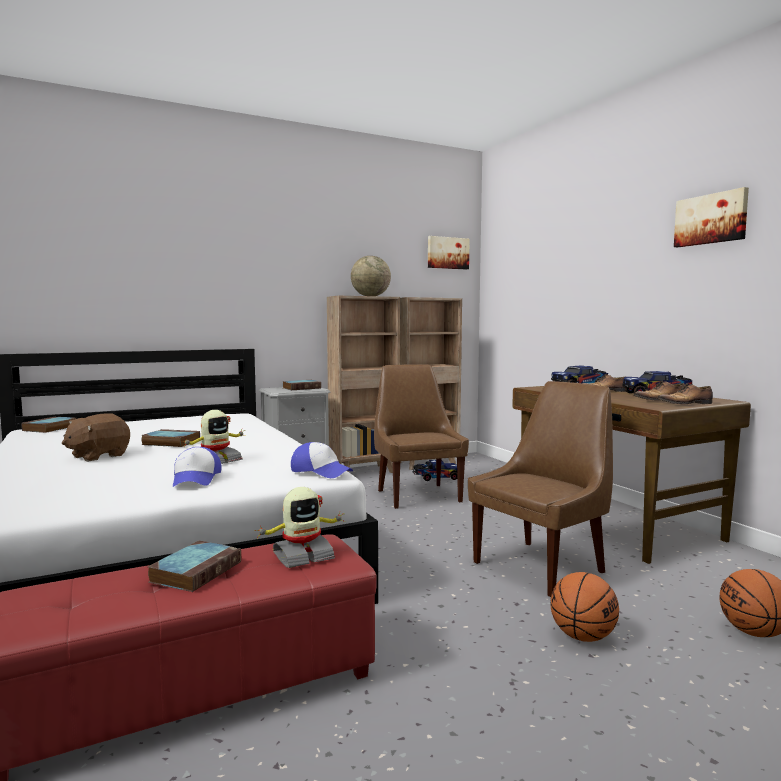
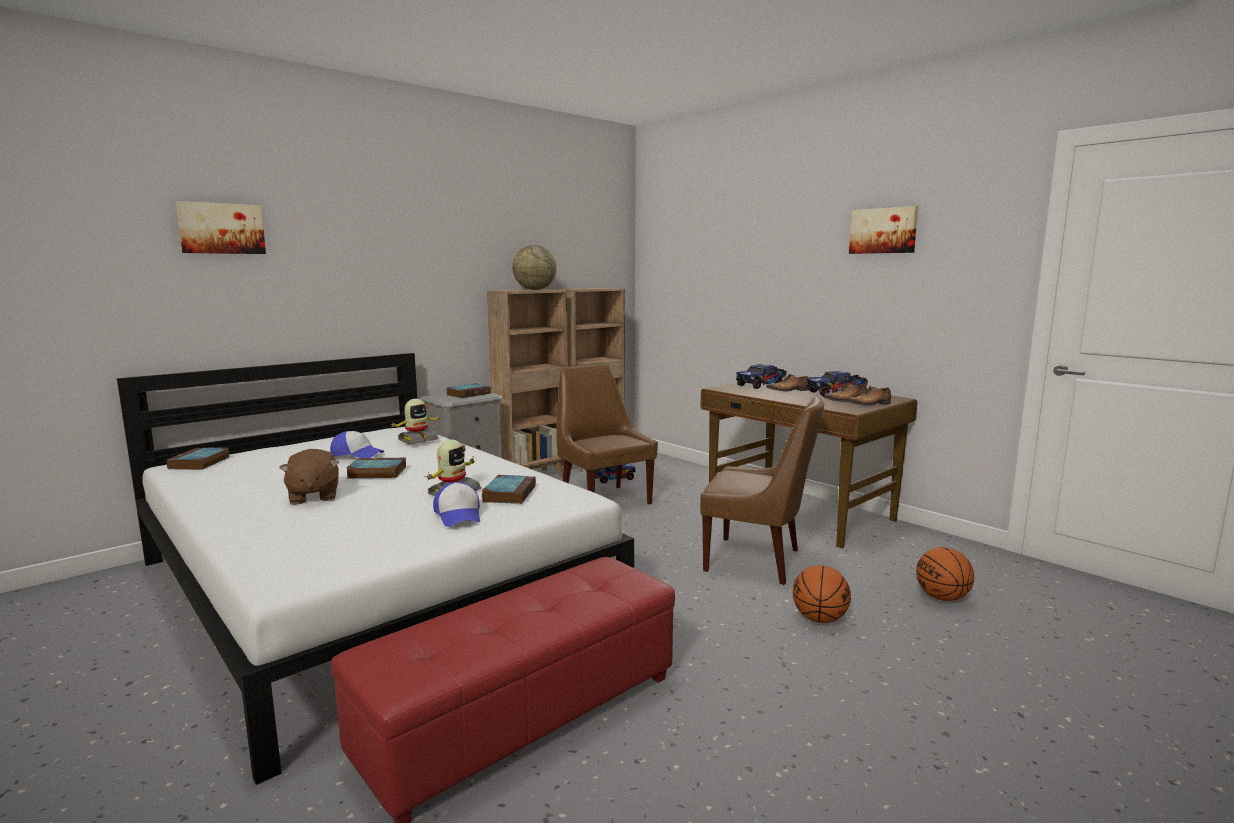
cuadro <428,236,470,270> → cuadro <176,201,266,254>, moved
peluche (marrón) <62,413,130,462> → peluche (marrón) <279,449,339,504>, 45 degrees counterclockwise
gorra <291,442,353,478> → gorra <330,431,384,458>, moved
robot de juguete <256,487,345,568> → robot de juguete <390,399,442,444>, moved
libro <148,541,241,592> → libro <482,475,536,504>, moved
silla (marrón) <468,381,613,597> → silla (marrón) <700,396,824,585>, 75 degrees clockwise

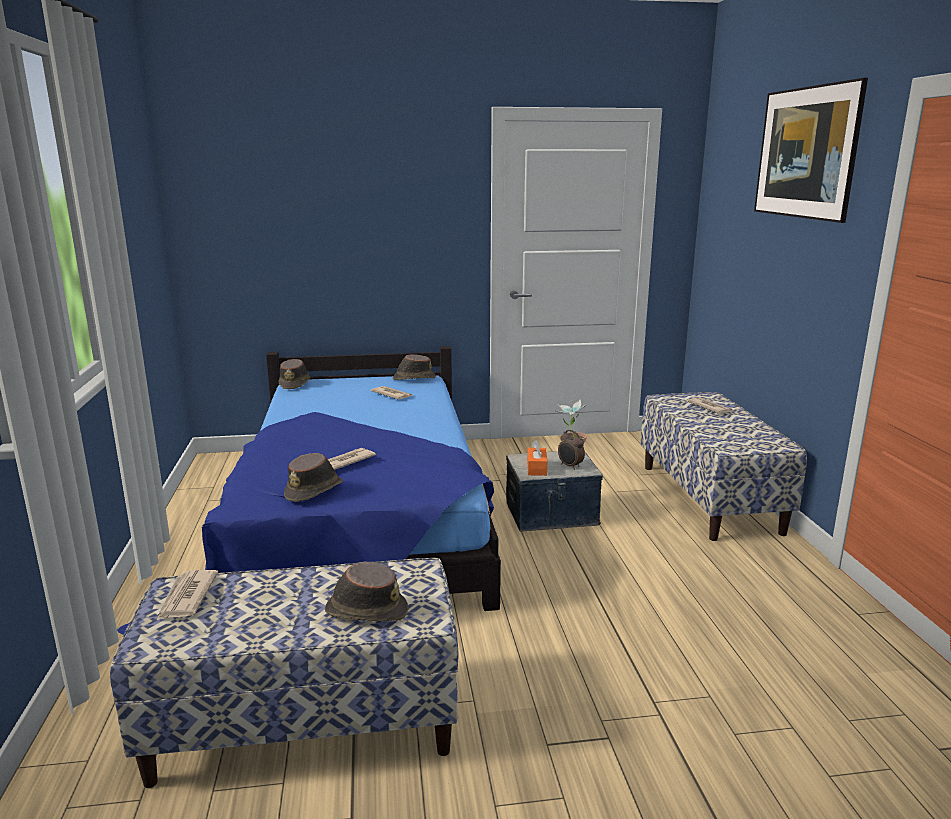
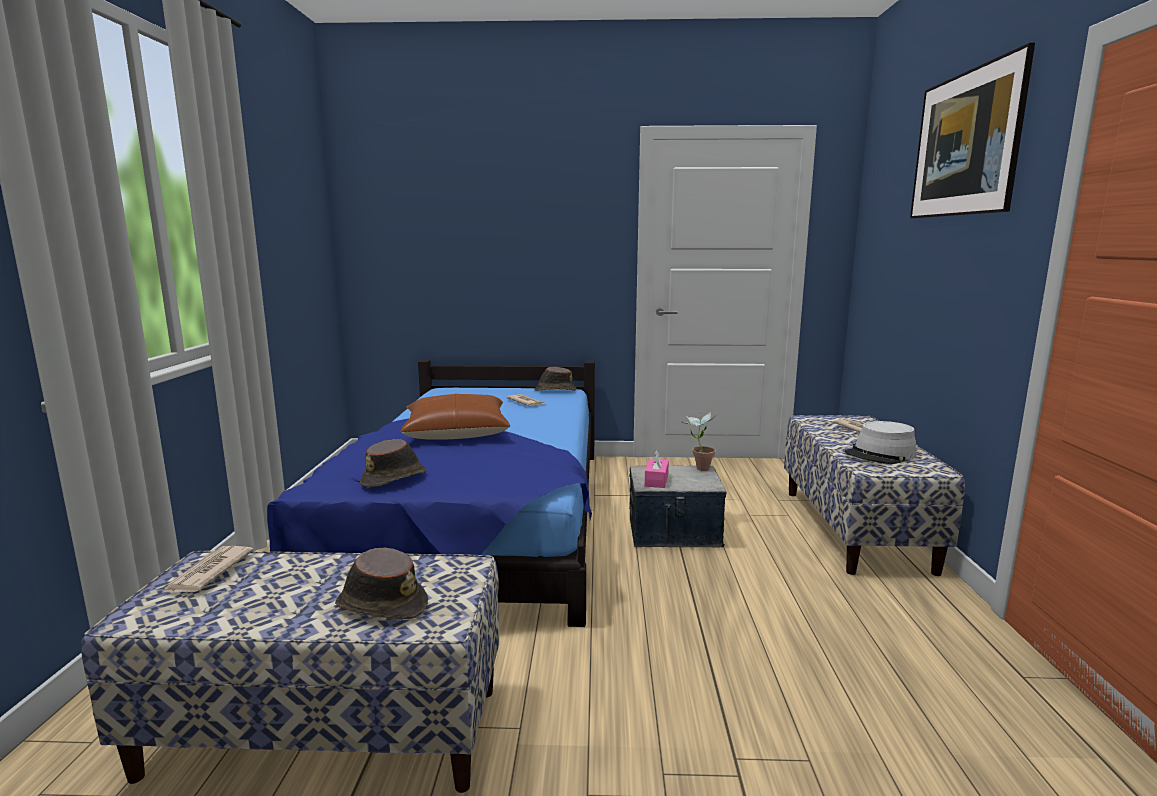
- → cojín (marrón) <400,394,510,440>
caja de pañuelos (naranja) <527,440,547,476> → caja de pañuelos (rosa) <645,450,669,488>
- → sombrero (gris) <845,421,917,464>
sombrero (marrón) <278,359,310,389> → -
periódico <328,448,376,470> → -
despertador <558,430,585,470> → -

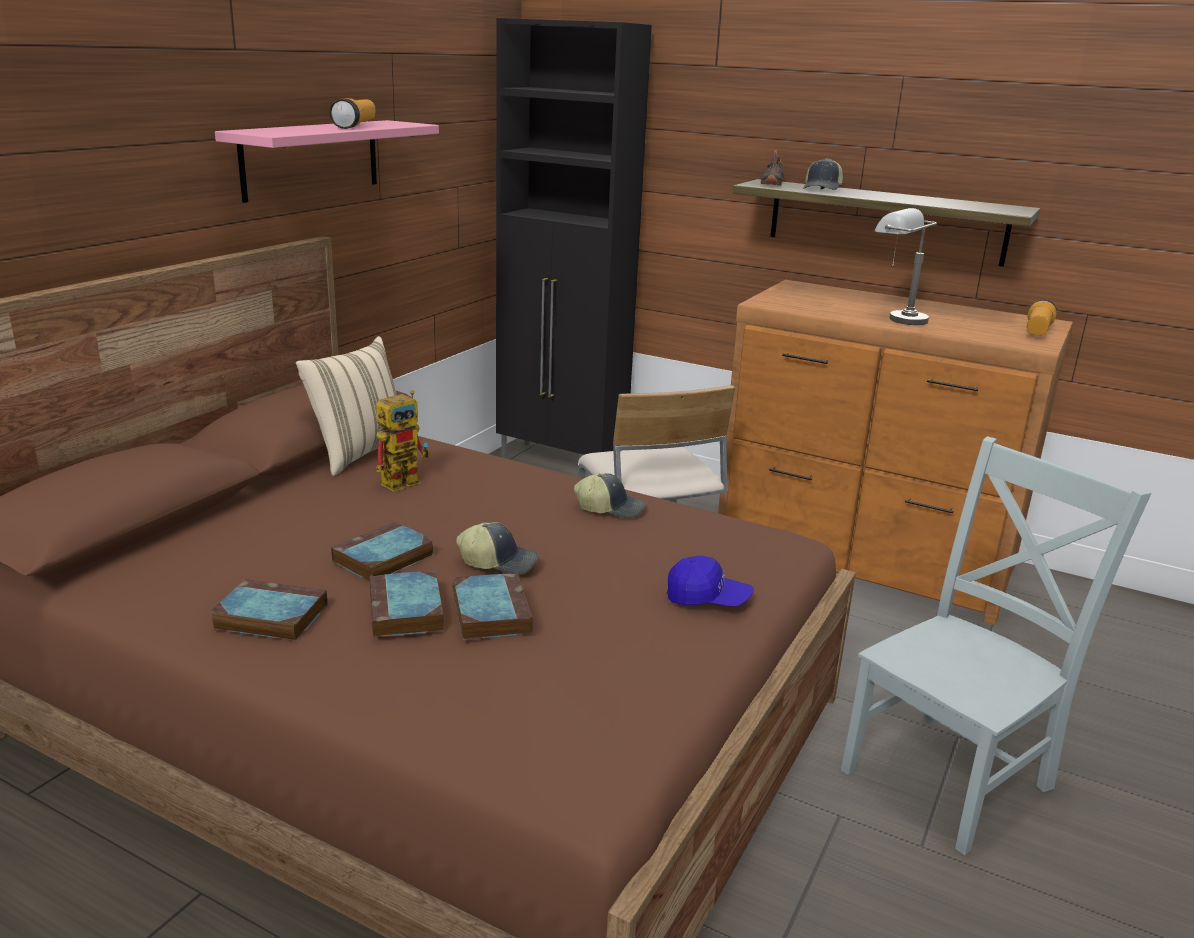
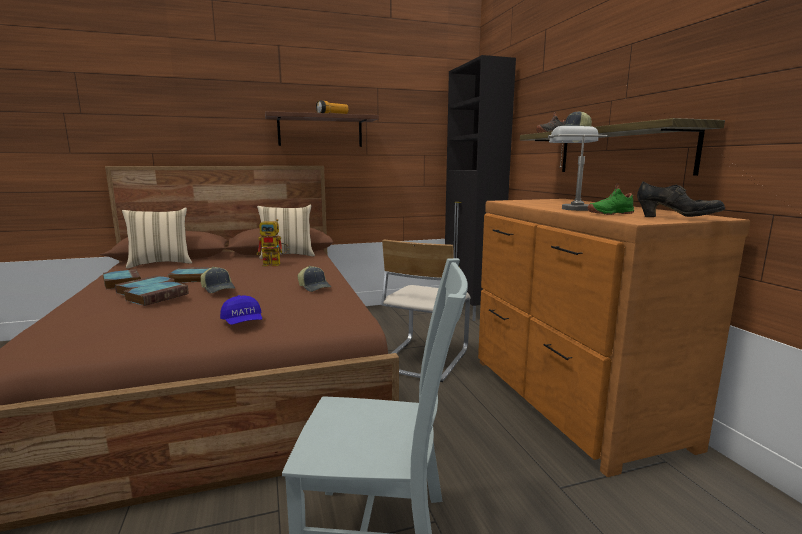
- → cojín (beis) <122,208,192,268>
estante (rosa) <215,120,439,203> → estante (marrón) <265,111,379,147>
- → zapato (verde) <587,183,635,215>
linterna <1027,299,1057,336> → zapato (negro) <637,182,725,217>

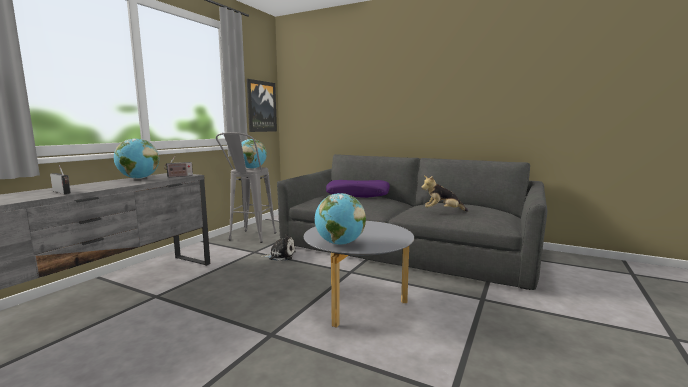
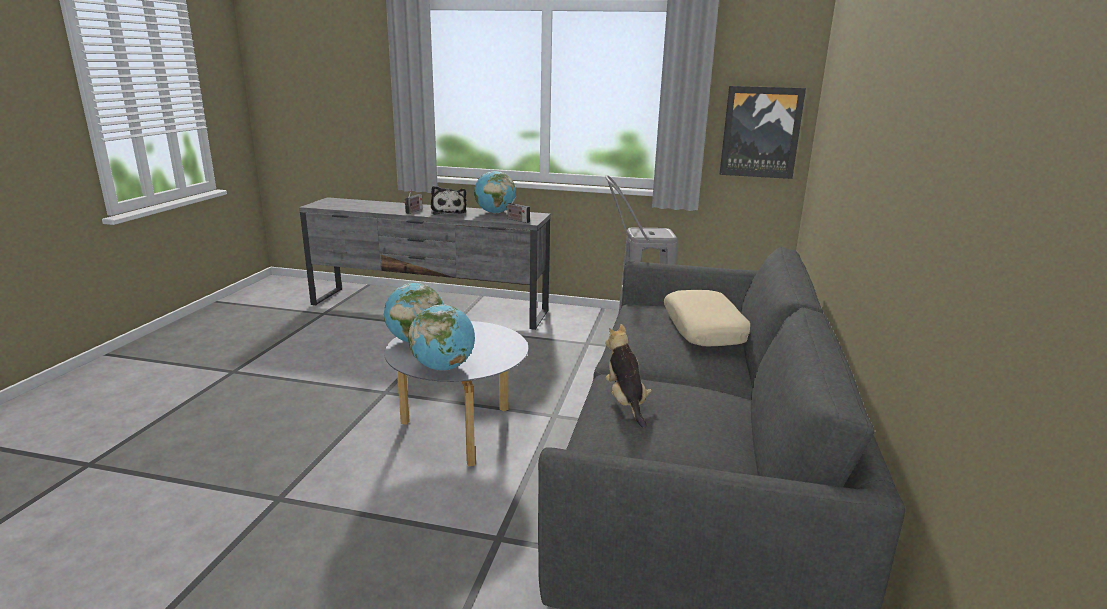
globo terráqueo <241,139,267,169> → globo terráqueo <408,305,475,371>, moved
peluche <260,234,296,261> → peluche <431,186,467,215>, moved
cojín (morado) <326,180,390,198> → cojín (beis) <664,290,750,346>

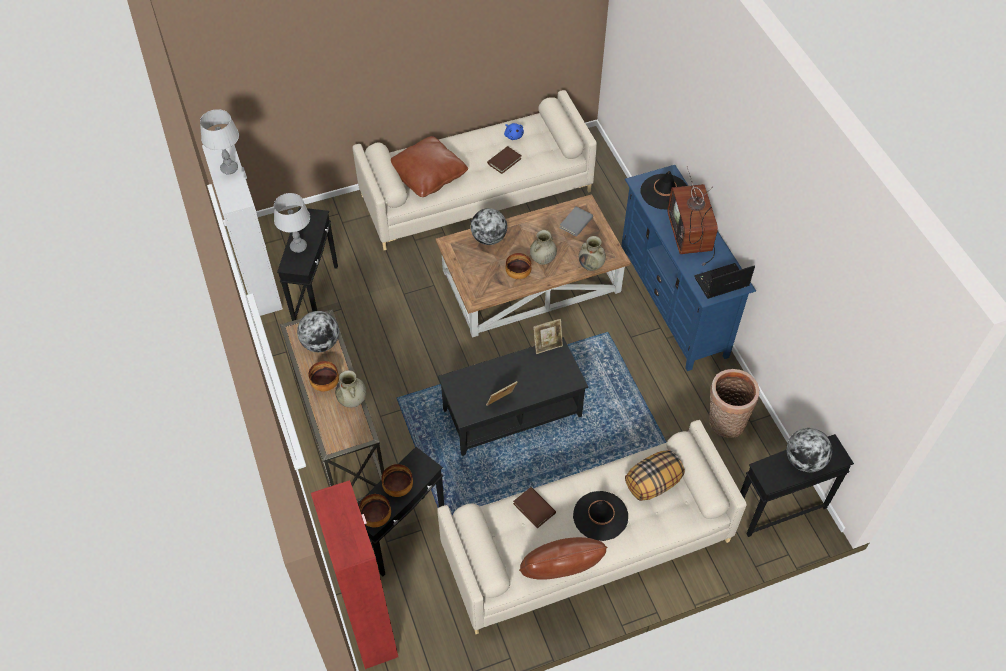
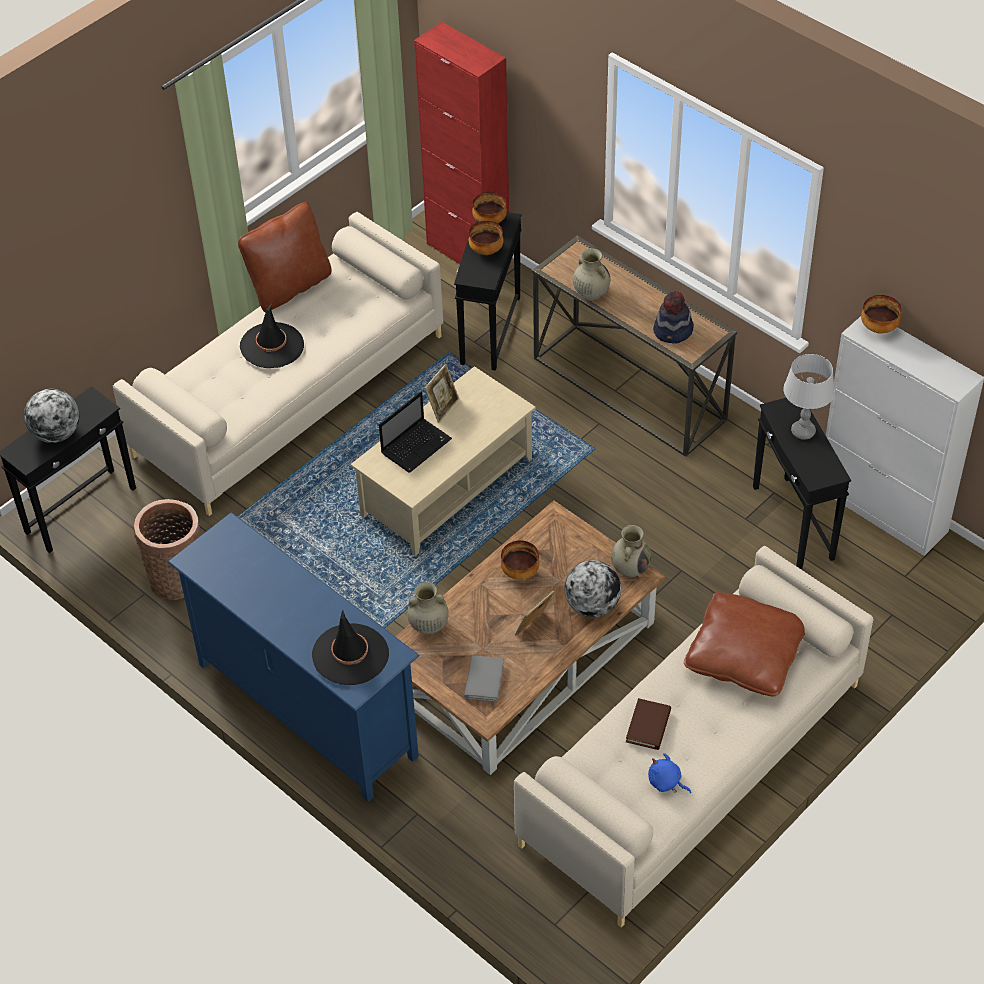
mesa de centro (negro) <438,337,588,456> → mesa de centro (beis) <351,366,536,556>
portátil <694,263,755,299> → portátil <379,391,452,473>, moved
portarretratos <533,319,563,354> → portarretratos <515,590,555,635>, moved
florero (beis) <530,230,557,265> → florero (beis) <611,525,651,577>, moved
globo terráqueo <297,311,339,352> → sombrero <653,291,694,343>
cuenco <309,361,339,391> → cuenco <861,295,902,334>, moved
lámpara de mesa (gris) <200,109,239,174> → -
libro (marrón) <513,487,556,528> → -
cojín <625,450,685,501> → -
televisor <668,166,718,266> → -

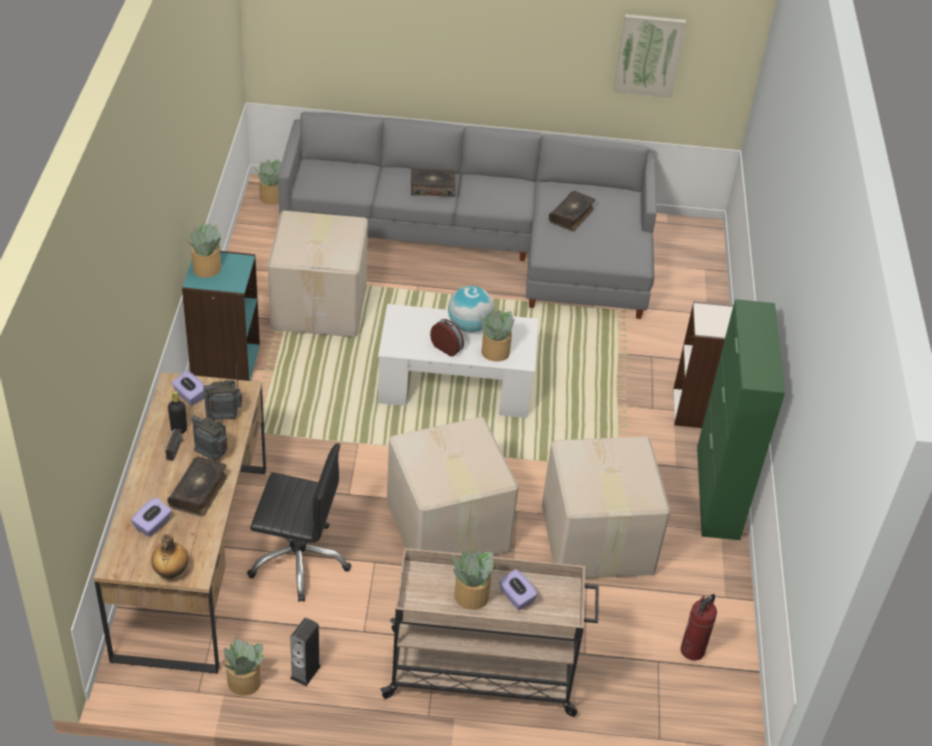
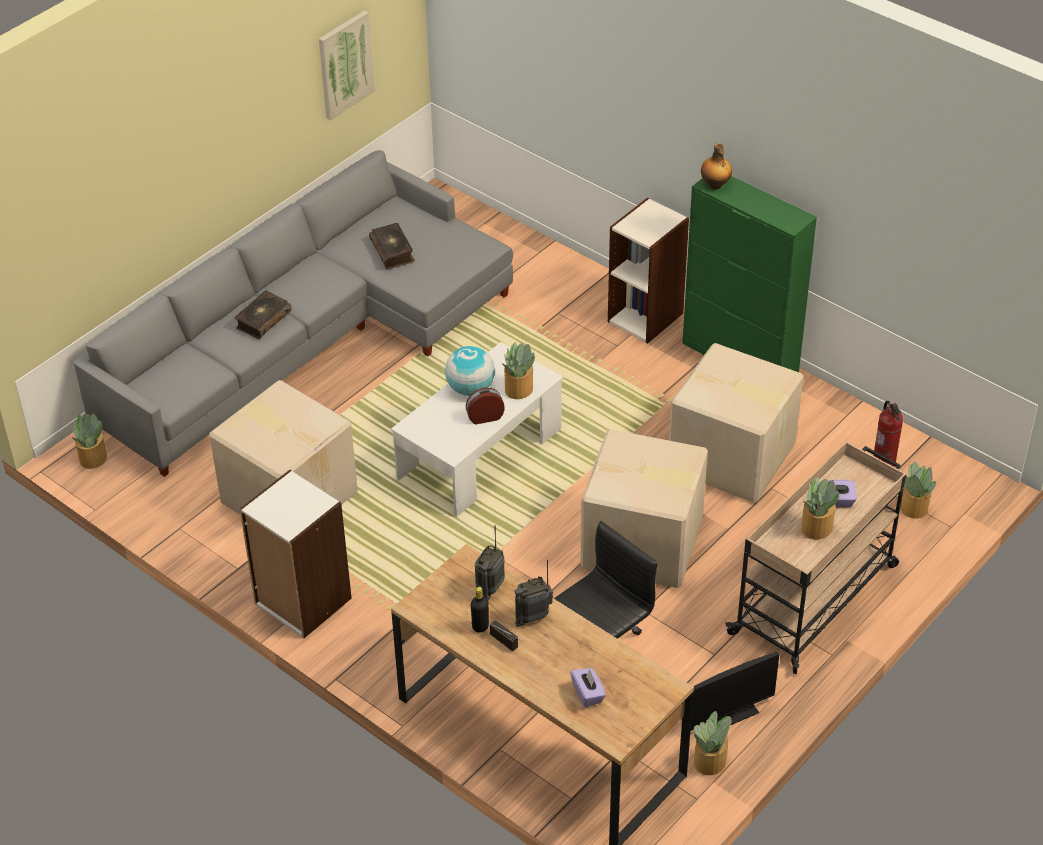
estantería (turquesa) <182,251,260,381> → estantería (blanco) <240,470,352,638>
altavoz <290,617,321,686> → monitor <690,652,780,731>
botella <151,533,188,579> → botella <701,143,732,189>, moved
planta en maceta <187,222,221,278> → planta en maceta <900,461,936,519>, moved
libro <167,457,228,516> → -
caja de pañuelos (morado) <171,371,204,406> → -

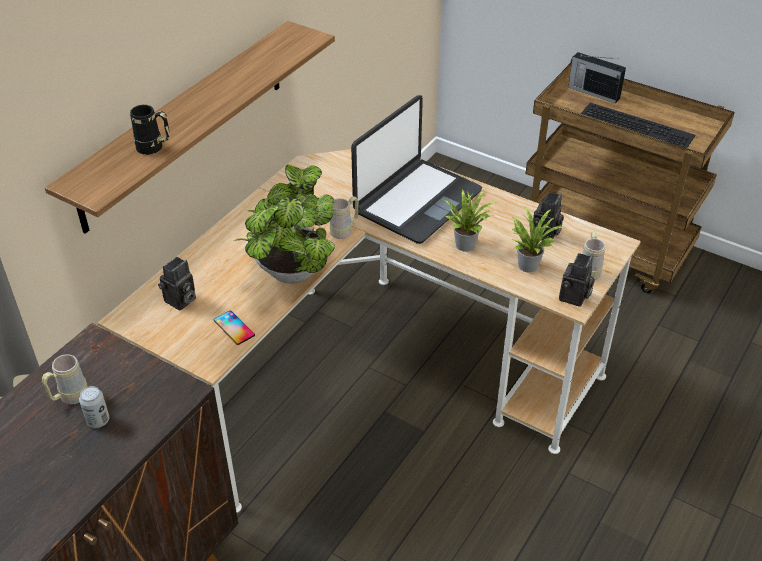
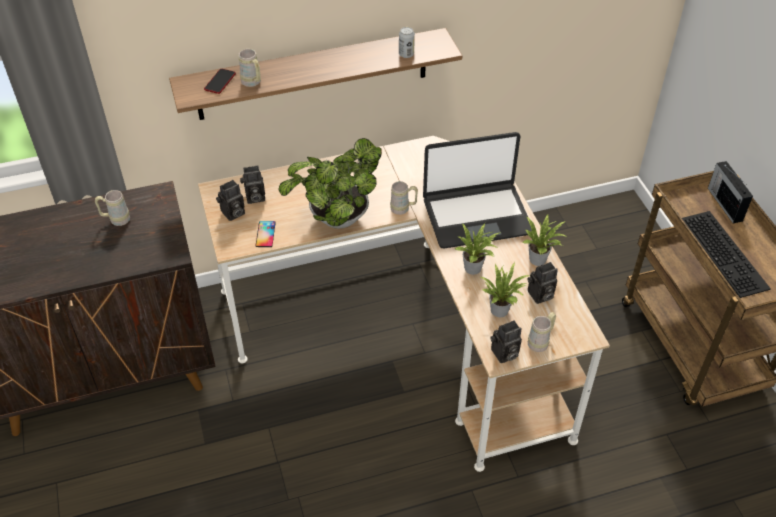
- → móvil <204,69,236,94>
- → cámara <216,180,245,221>
taza grande (negro) <130,105,170,155> → taza grande (beis) <239,49,261,87>
lata <79,386,109,428> → lata <399,27,415,58>, moved
- → planta en maceta <522,214,566,266>

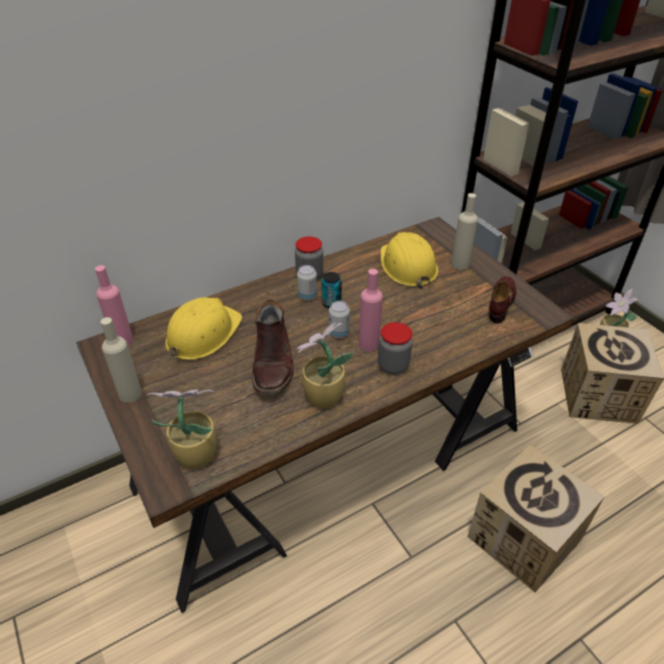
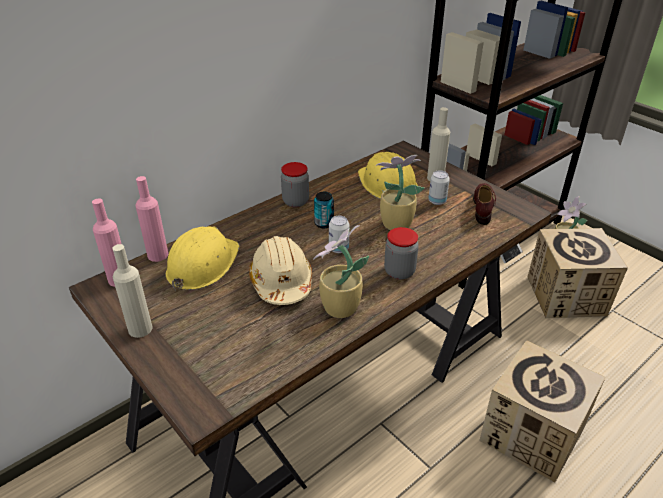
botella (rosa) <359,269,383,351> → botella (rosa) <136,176,168,262>, moved
bota (marrón) <252,299,294,395> → casco (beis) <249,236,312,305>
planta en maceta <147,390,216,469> → planta en maceta <376,155,425,230>, moved
lata <297,265,317,300> → lata <428,171,450,205>, moved

